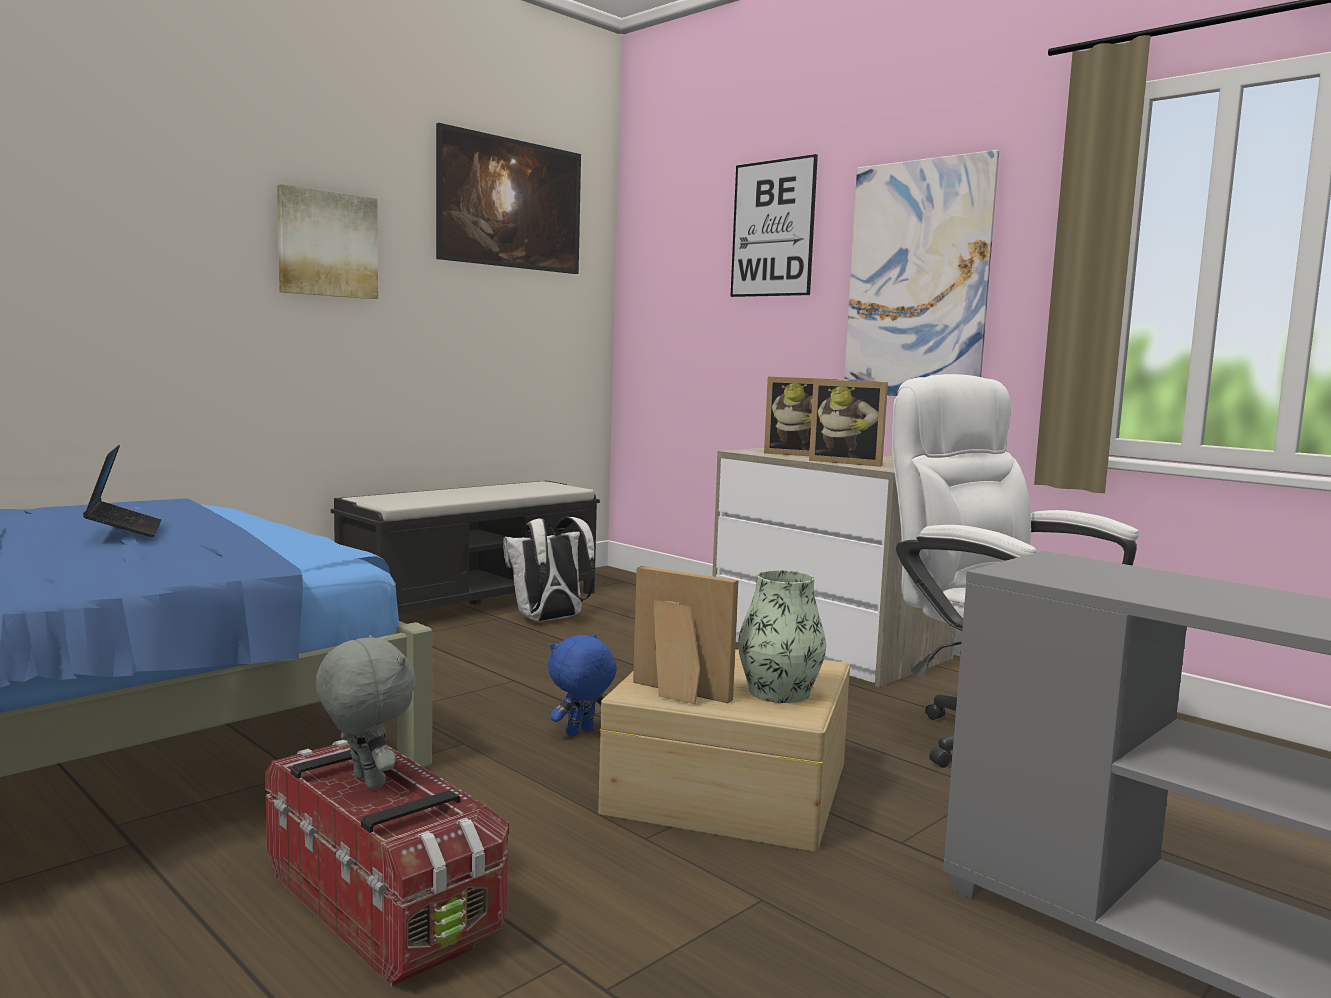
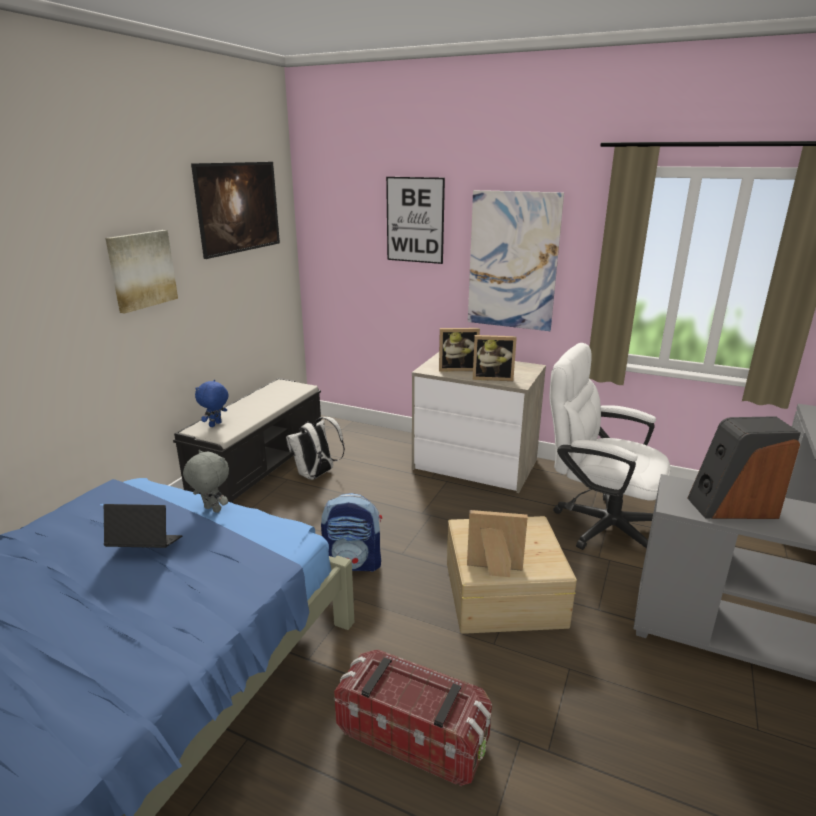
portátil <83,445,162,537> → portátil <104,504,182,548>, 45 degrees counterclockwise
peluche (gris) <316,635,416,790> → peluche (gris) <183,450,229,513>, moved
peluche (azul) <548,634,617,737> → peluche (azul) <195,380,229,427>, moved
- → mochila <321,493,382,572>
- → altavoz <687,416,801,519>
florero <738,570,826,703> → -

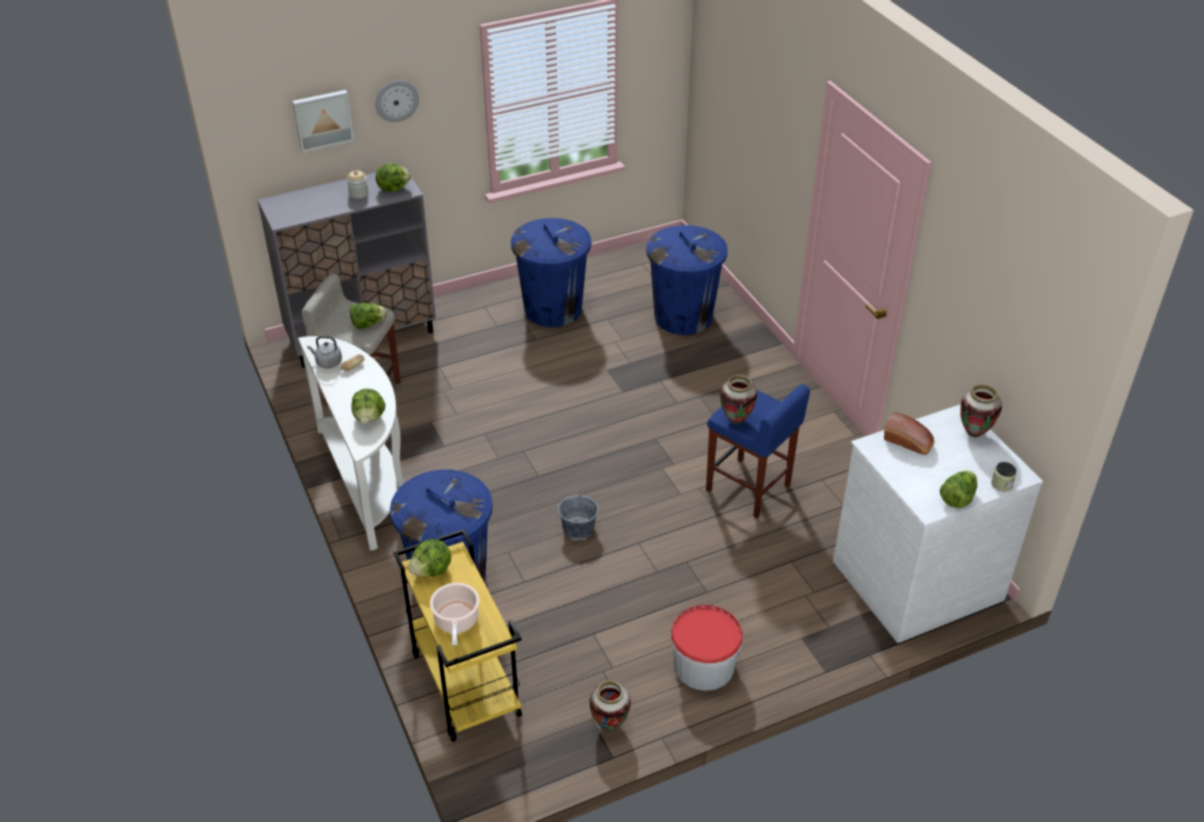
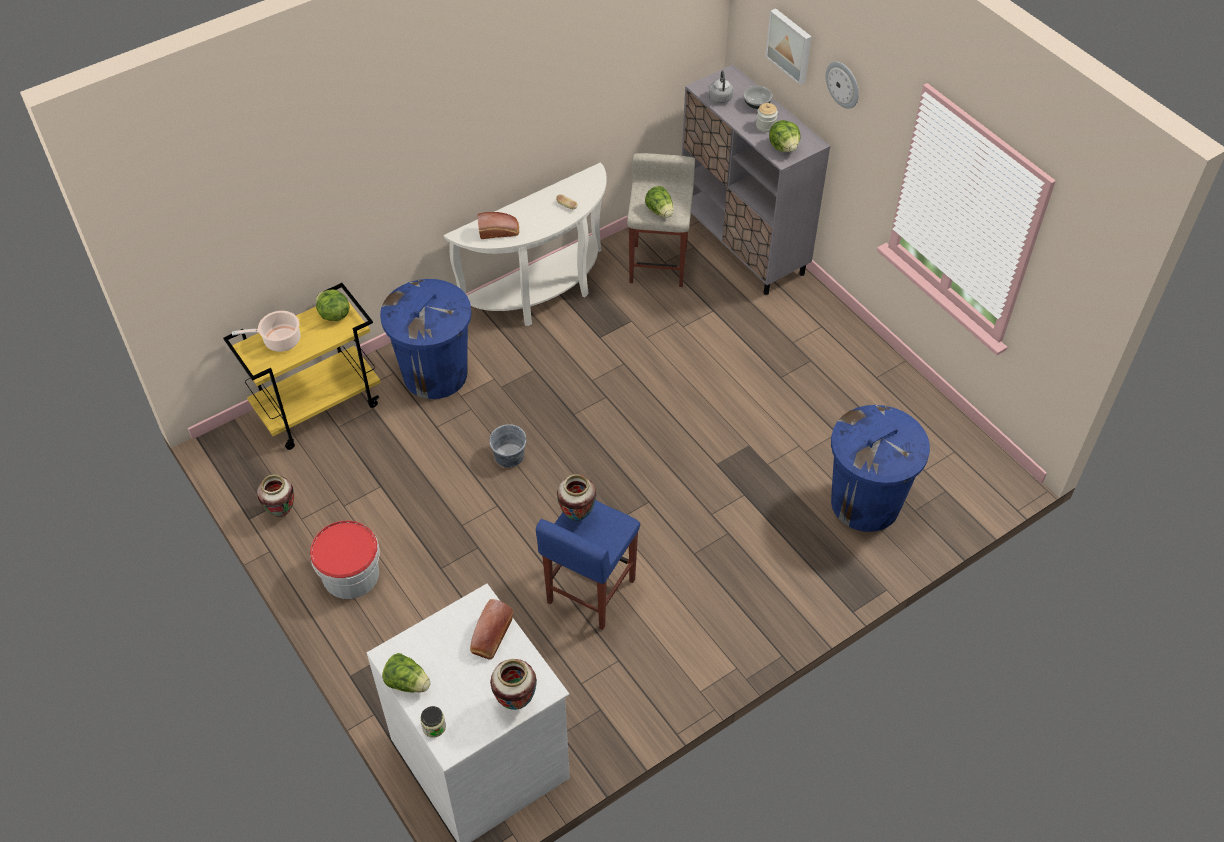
lechuga <351,389,385,424> → pan <478,212,519,239>
hervidor (gris) <307,336,342,368> → hervidor (gris) <709,71,733,103>, moved
- → cuenco <744,86,772,109>
papelera (azul) <511,218,591,327> → -

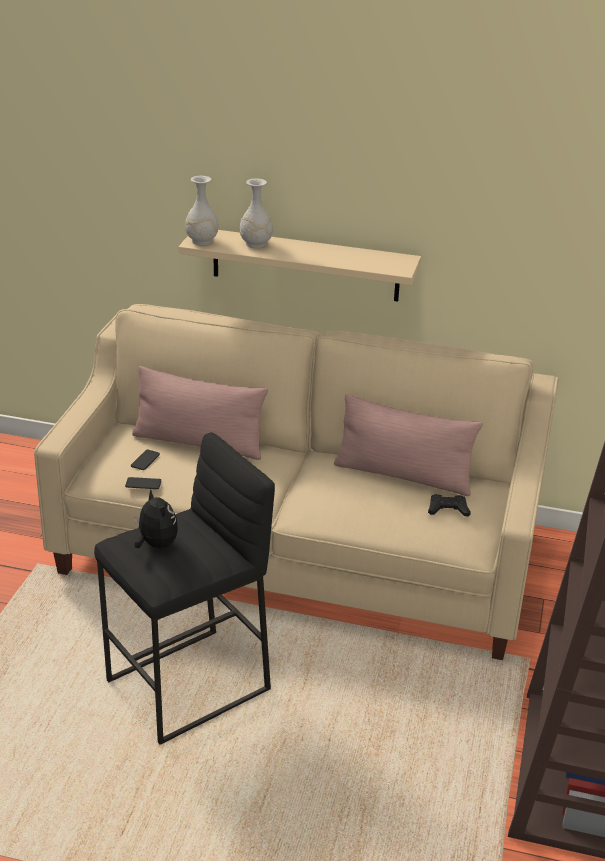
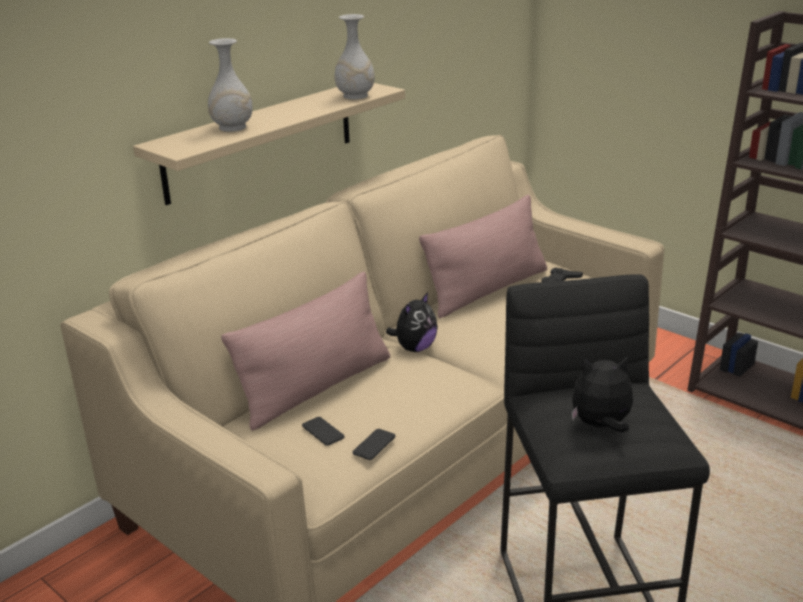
florero (blanco) <185,176,219,245> → florero (blanco) <334,14,375,100>, moved
- → peluche <386,292,438,352>

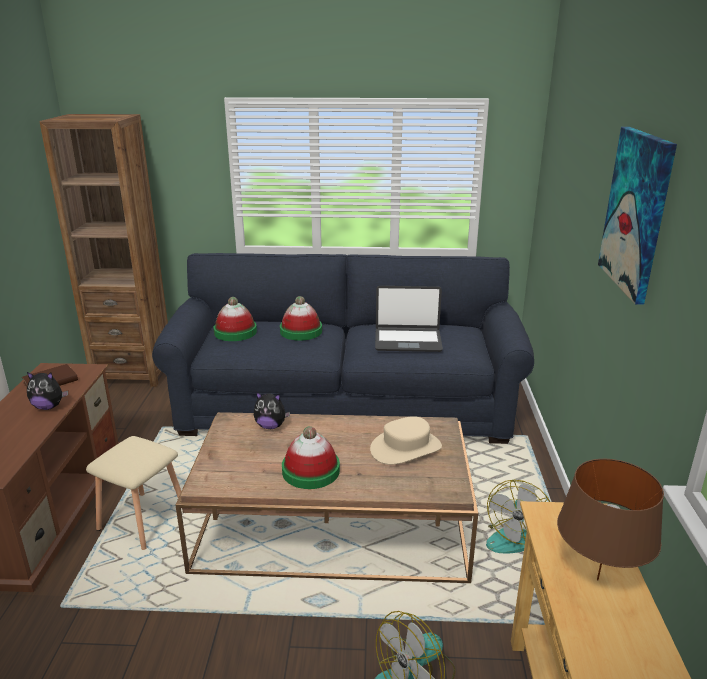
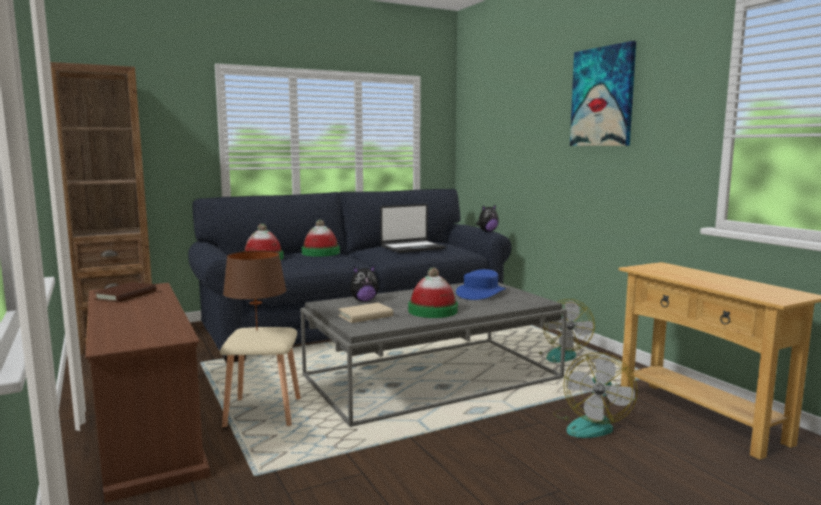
lámpara de mesa (marrón) <557,459,664,580> → lámpara de mesa (marrón) <223,250,286,331>, moved
mesa de centro (marrón) <176,412,478,583> → mesa de centro (gris) <301,282,567,427>
- → libro (beis) <338,303,393,323>
sombrero (beis) <370,416,442,465> → sombrero (azul) <456,269,506,300>
peluche <27,372,68,410> → peluche <476,205,499,232>, moved

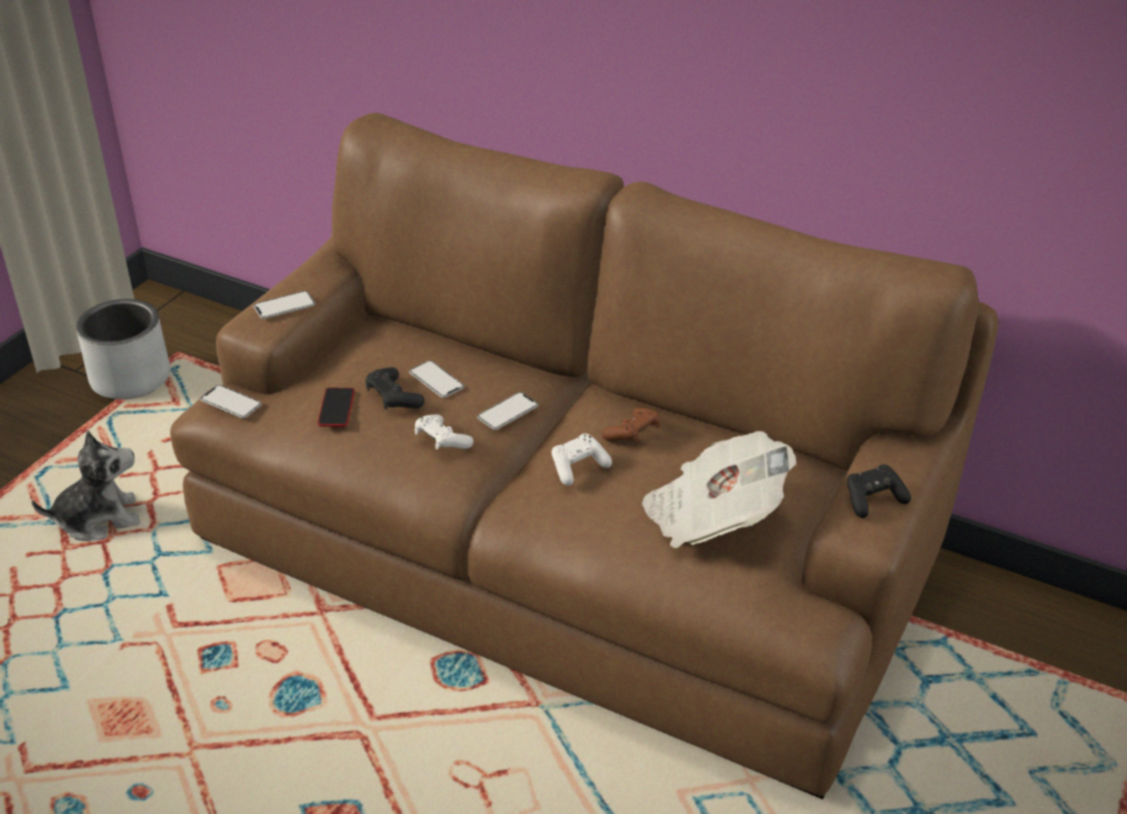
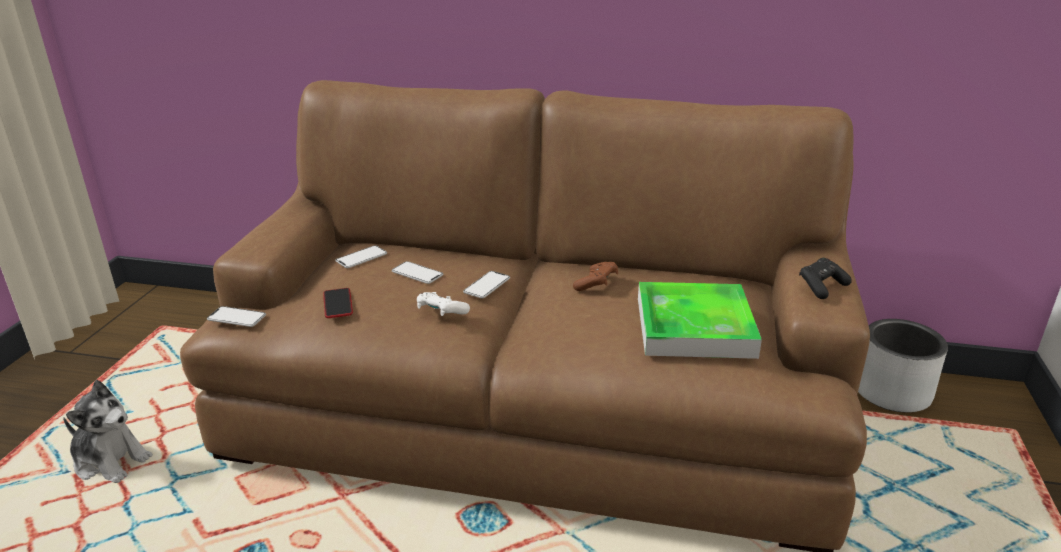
peluche <31,430,140,541> → peluche <63,380,153,483>, 60 degrees clockwise
móvil <254,291,315,319> → móvil <335,245,387,268>, moved
periódico <642,431,797,548> → bandeja <638,282,762,359>
maceta (gris) <76,299,170,399> → maceta (gris) <858,319,948,413>, moved
mando de consola (negro) <365,367,425,410> → -
mando de consola (blanco) <552,434,612,486> → -

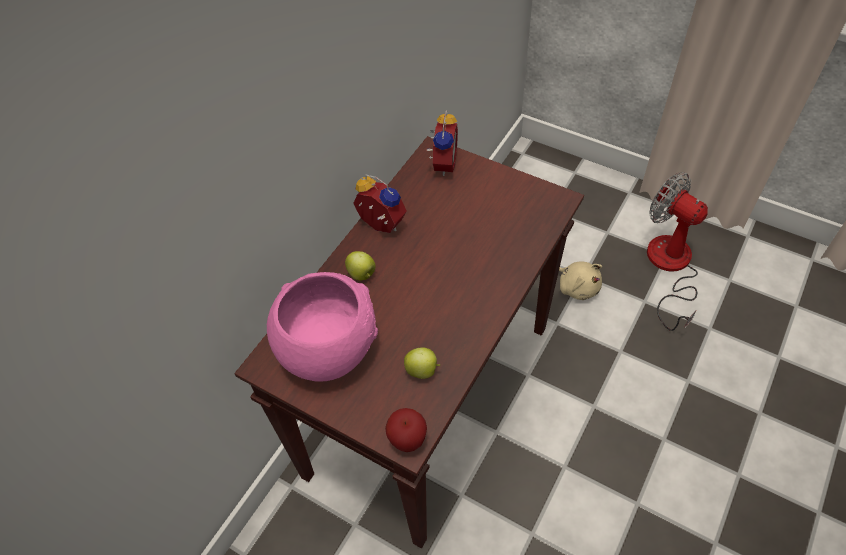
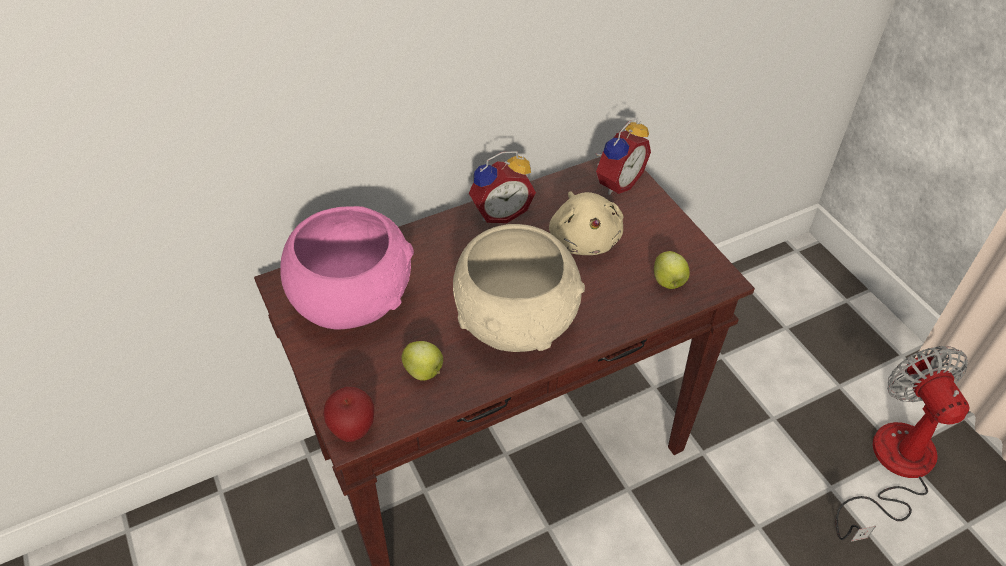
- → cuenco (beis) <453,224,585,352>
despertador <353,174,407,233> → despertador <469,151,536,223>, 90 degrees clockwise
peluche (beis) <559,261,602,300> → peluche (beis) <549,191,623,255>, moved
manzana <345,251,376,281> → manzana <654,251,690,289>, moved

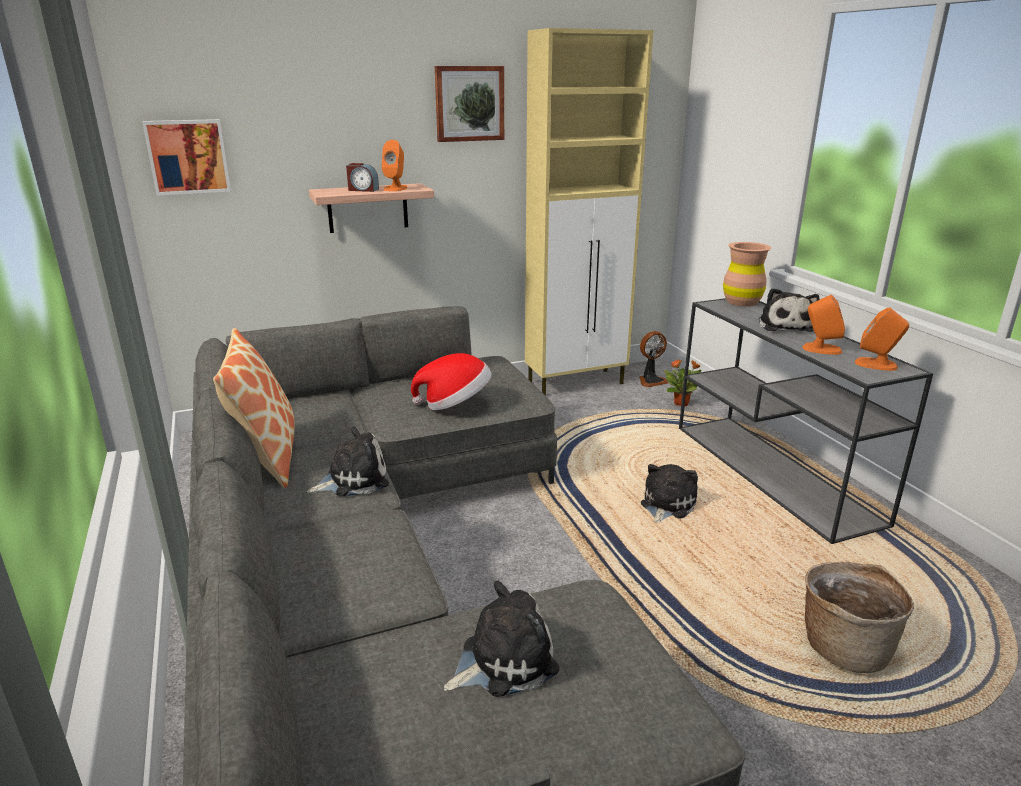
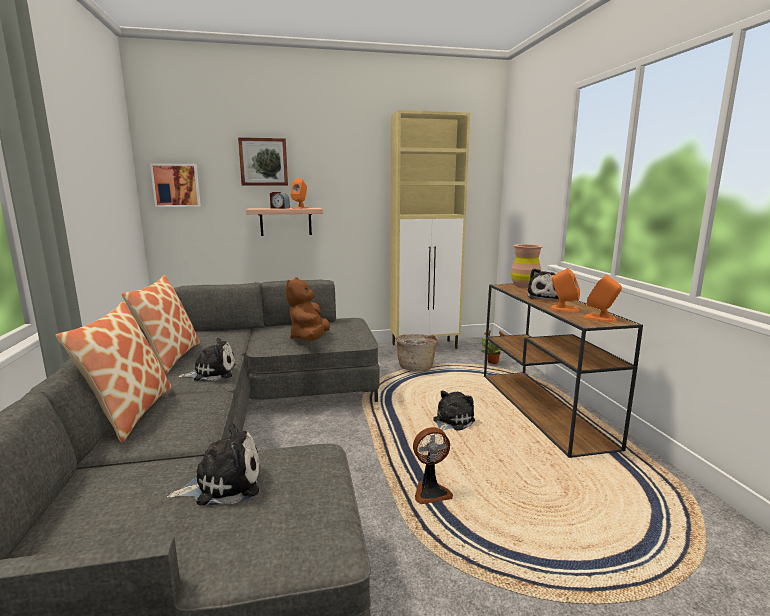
- → cojín <56,301,172,442>
cuadro <435,66,504,142> → cuadro <238,137,288,186>, moved
sombrero <411,353,492,410> → peluche (marrón) <285,277,330,341>
cesta <805,562,914,673> → cesta <395,334,438,371>, moved
ventilador <639,331,669,387> → ventilador <413,427,453,504>, moved
mesa consola (gris) <679,298,933,544> → mesa consola (marrón) <484,283,643,458>

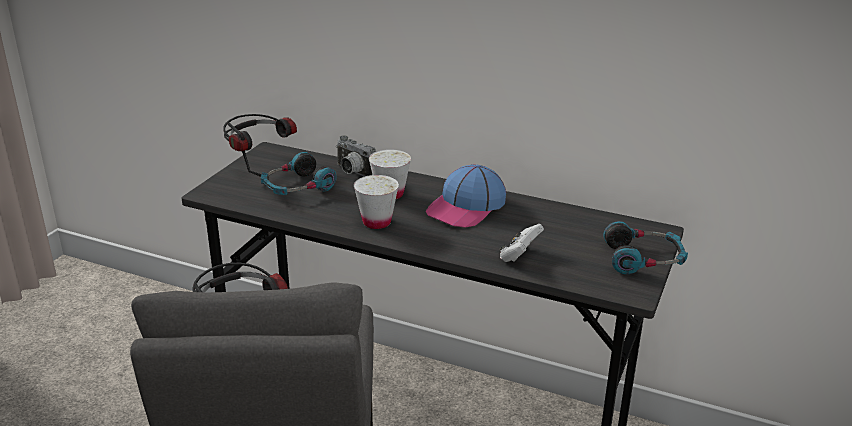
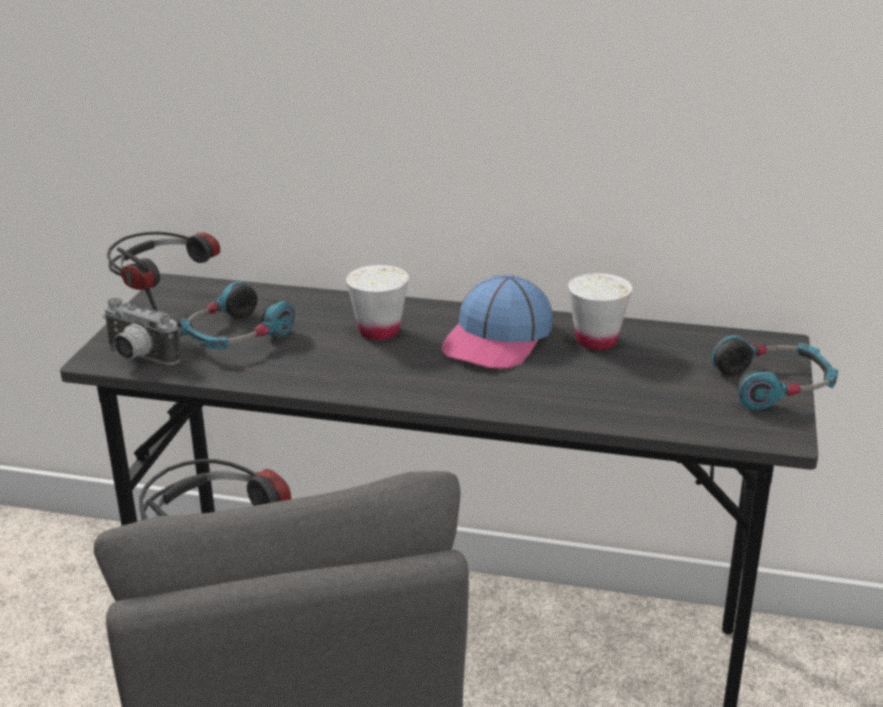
cámara <336,135,377,177> → cámara <103,298,180,365>, moved
taza (blanco) <354,175,399,229> → taza (blanco) <567,273,632,350>, moved
mando de consola (blanco) <499,224,544,262> → -

